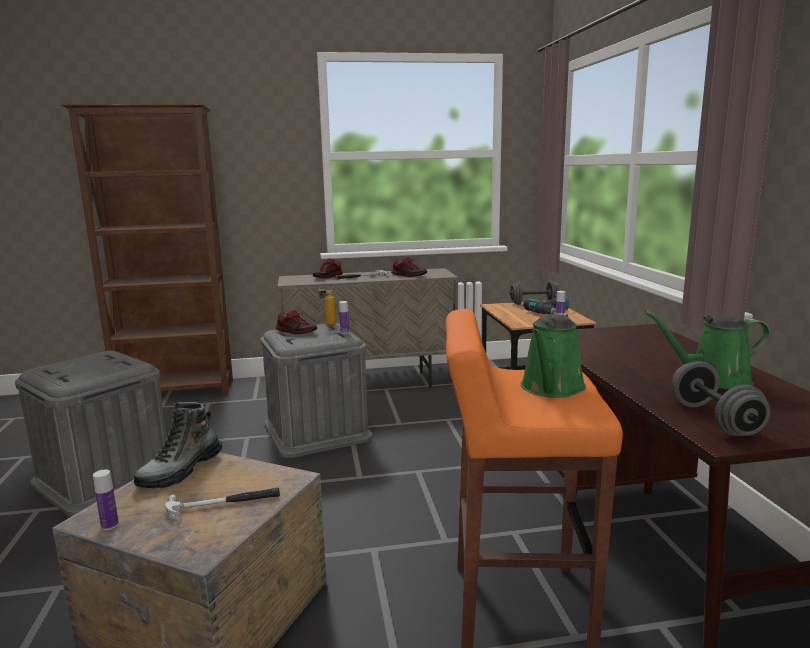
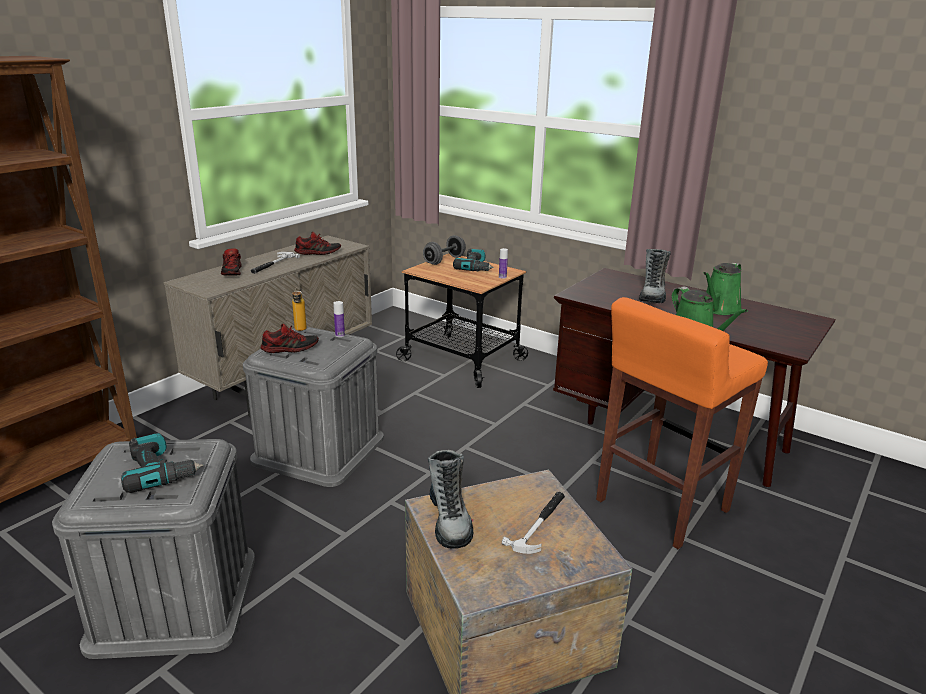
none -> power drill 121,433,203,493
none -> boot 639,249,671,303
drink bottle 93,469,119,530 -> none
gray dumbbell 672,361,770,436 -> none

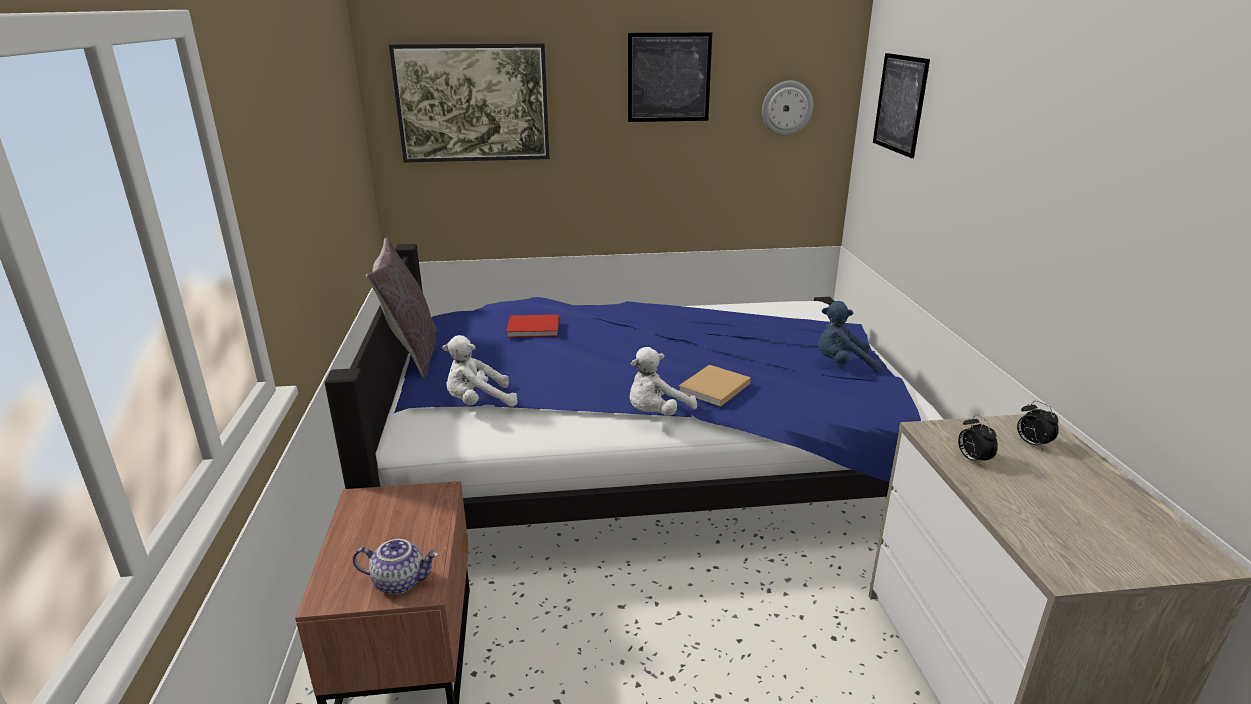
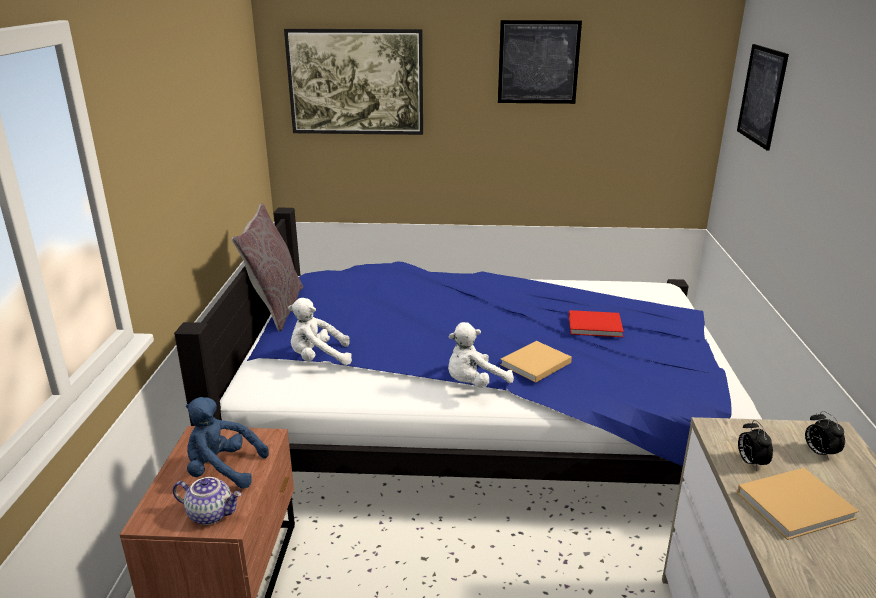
blue plush toy 818,301,882,372 -> blue plush toy 186,397,269,489, shifted
red-coloured bound book 506,315,559,337 -> red-coloured bound book 569,310,624,337, shifted
none -> sand-coloured bound book 737,468,859,540
clock on the wall 762,81,813,135 -> none

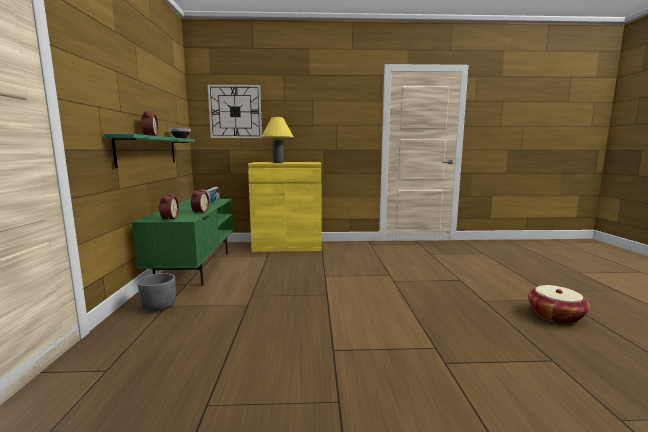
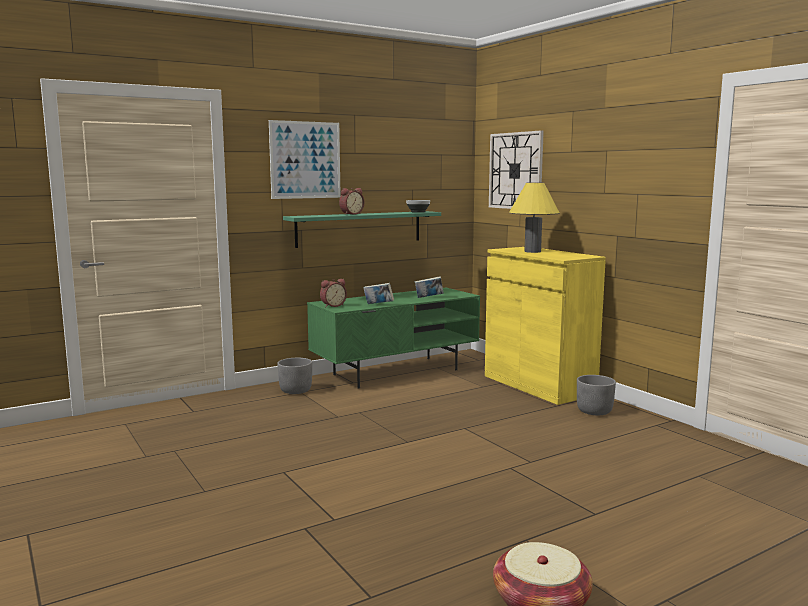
none -> picture 269,120,341,199
bedside clock 191,189,209,214 -> bound book 363,283,394,304
none -> gray plant pot 577,375,616,415

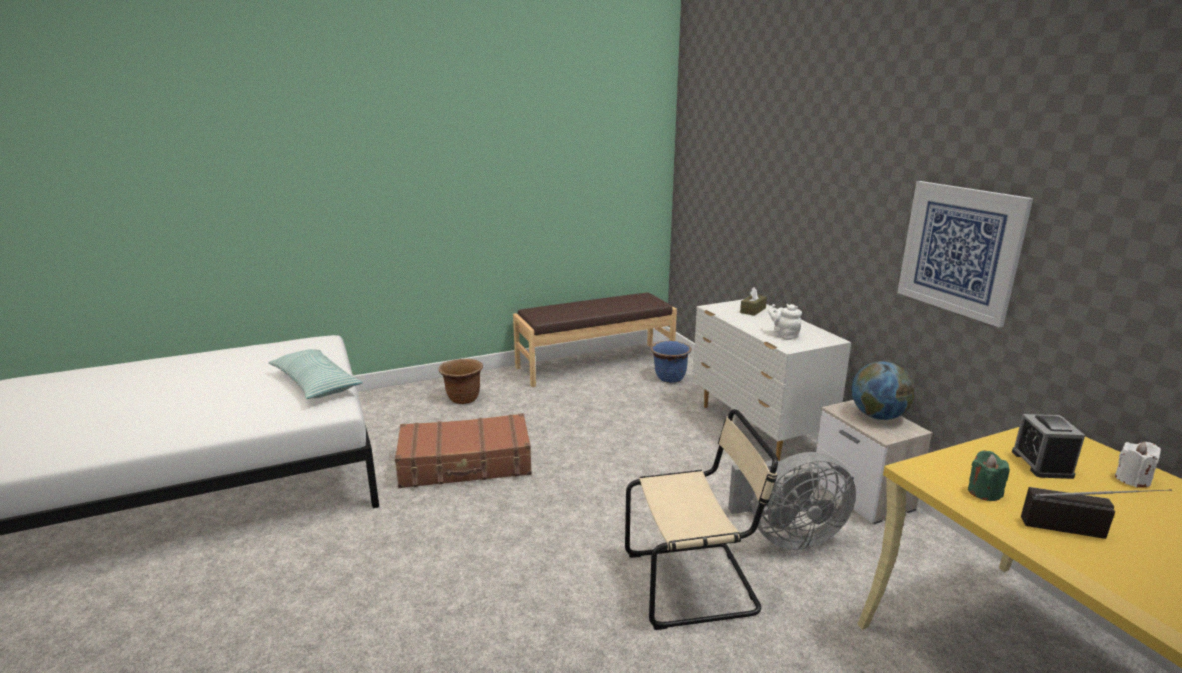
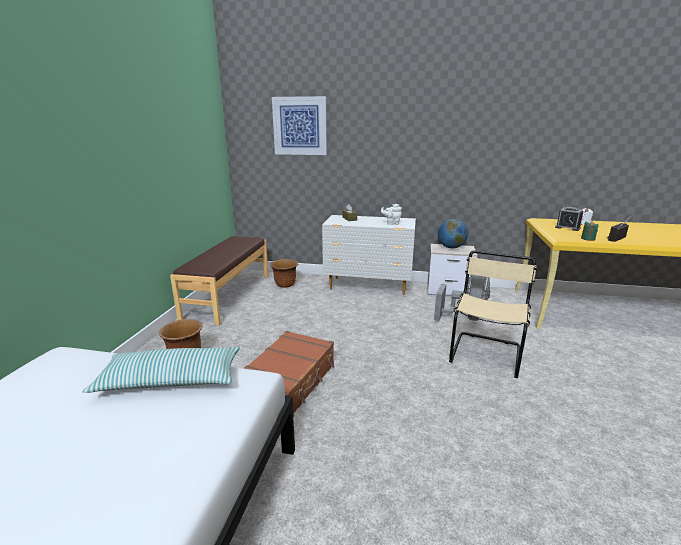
blue plant pot 651,341,692,383 -> brown-coloured plant pot 270,259,298,288
picture 897,181,1033,327 -> picture 272,96,327,155, shifted

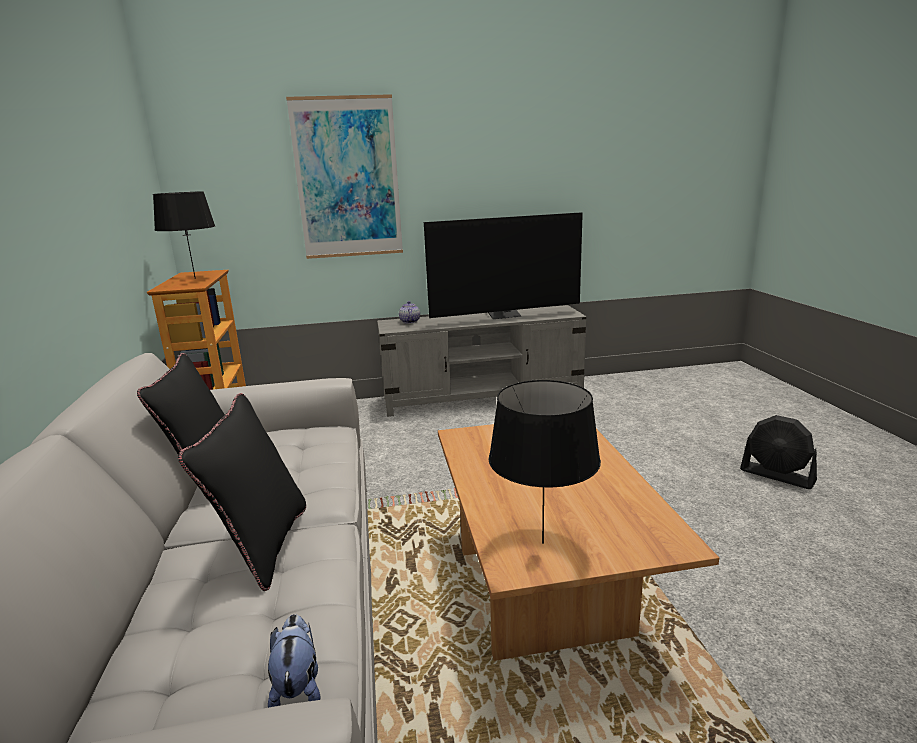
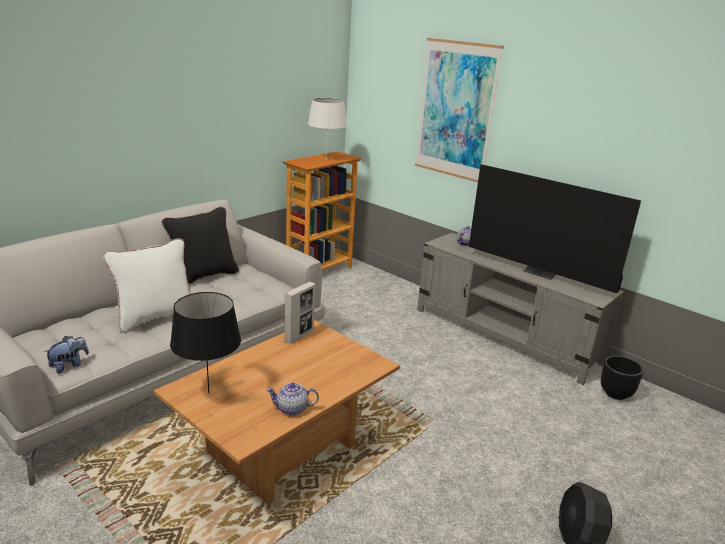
black-coloured throw pillow 178,393,306,591 -> white throw pillow 103,238,191,333
none -> pot for tea 266,382,319,415
none -> picture frame 284,282,315,344
black-coloured lamp for a table 153,191,215,279 -> white lamp for a table 308,98,347,155
none -> black-coloured plant pot 601,355,644,400

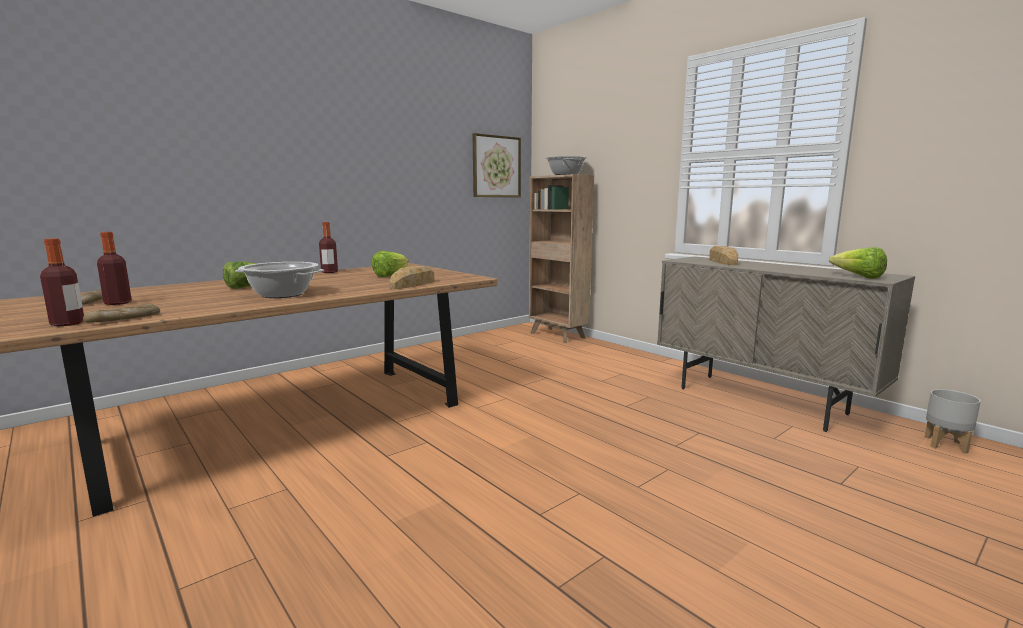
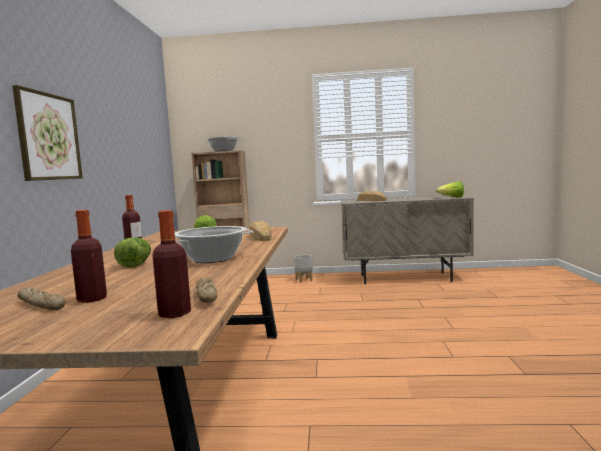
picture 472,133,521,197 -> picture 12,85,83,181, shifted
gray plant pot 925,389,981,454 -> gray plant pot 294,255,313,283, shifted

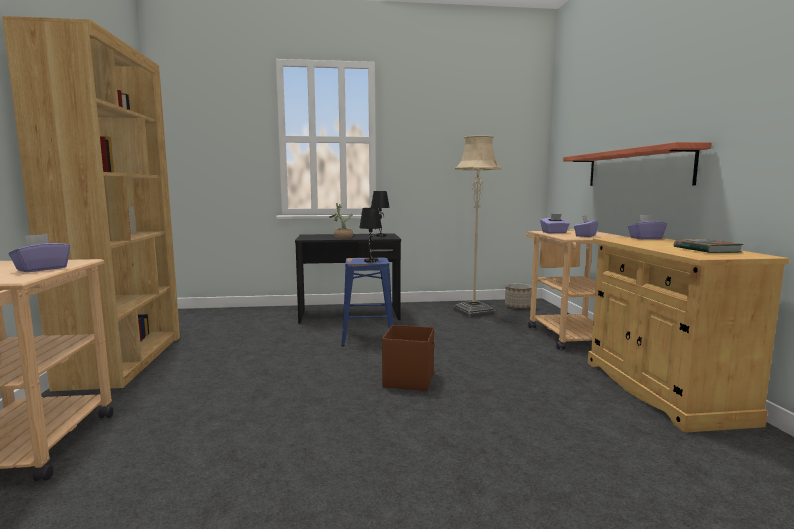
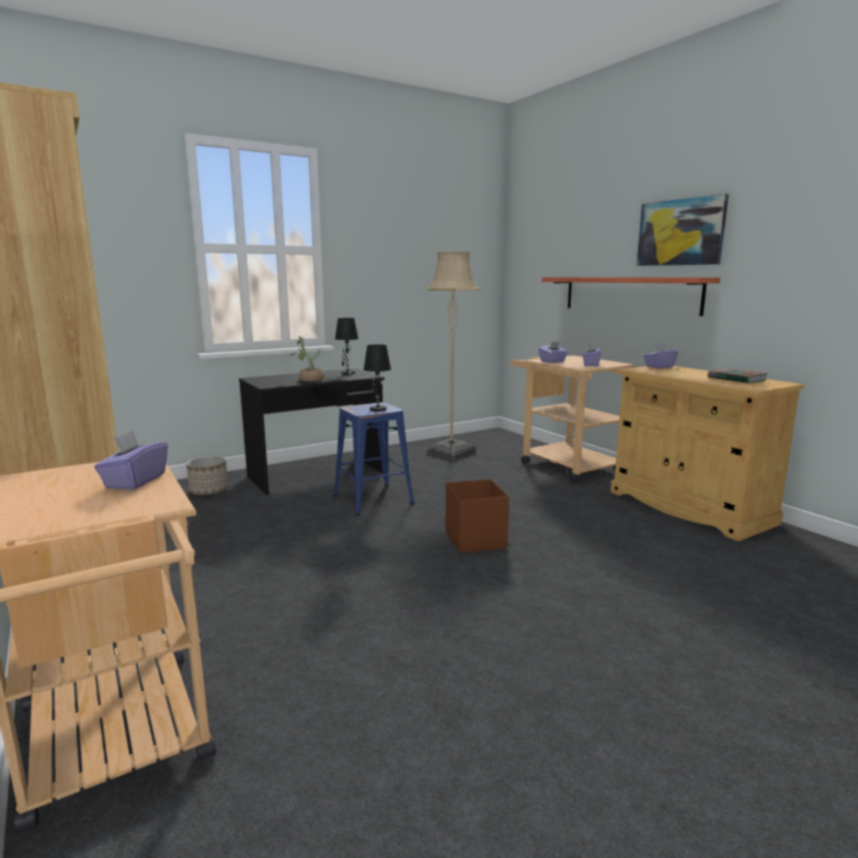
plant pot 505,283,532,309 -> plant pot 186,456,228,495, shifted
none -> picture 637,194,729,266

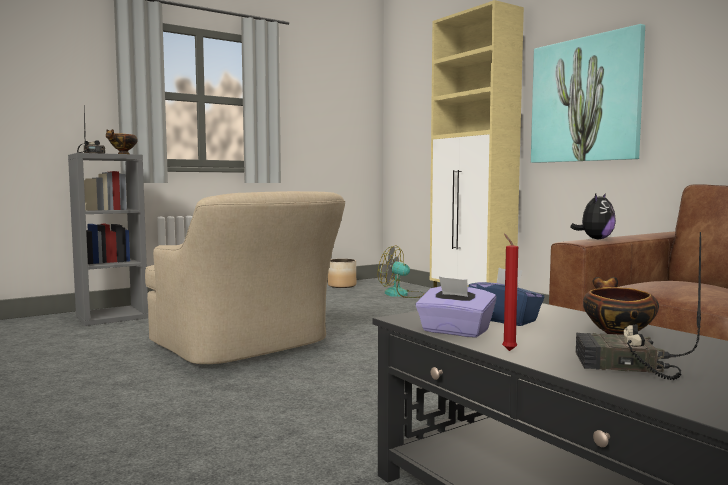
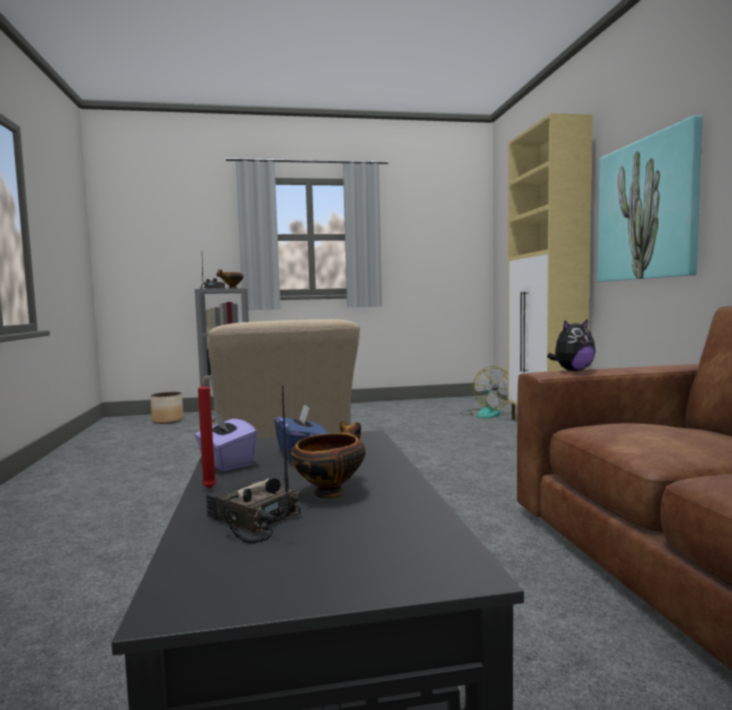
plant pot 328,259,356,288 -> plant pot 150,392,184,424, shifted
cooling fan 378,245,424,298 -> cooling fan 460,366,508,419, 150 degrees counterclockwise

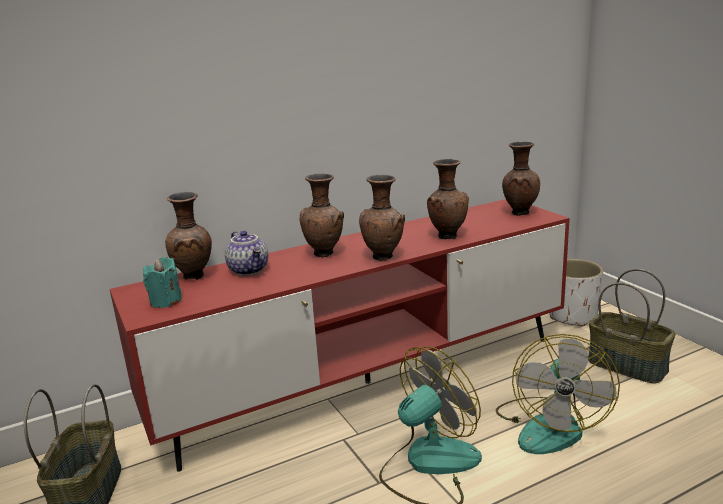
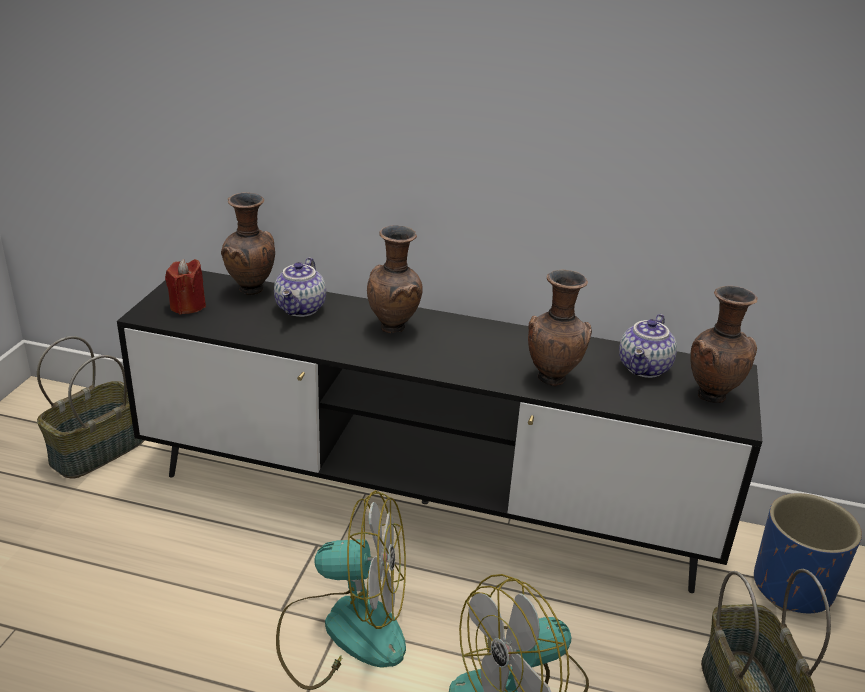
red-coloured media console 110,199,570,472 -> black-coloured media console 117,271,762,593
turquoise-coloured wax candle 143,257,182,308 -> red-coloured wax candle 165,259,206,314
none -> pot for tea 619,314,677,378
white plant pot 549,259,603,327 -> blue plant pot 754,493,862,613
brown-coloured flower vase 359,175,405,261 -> none

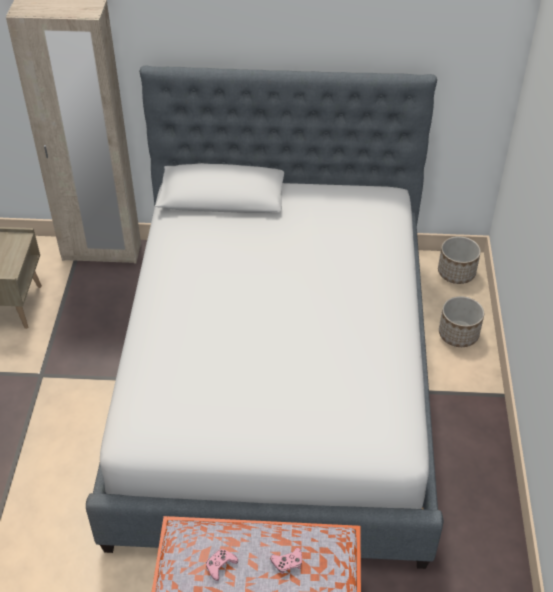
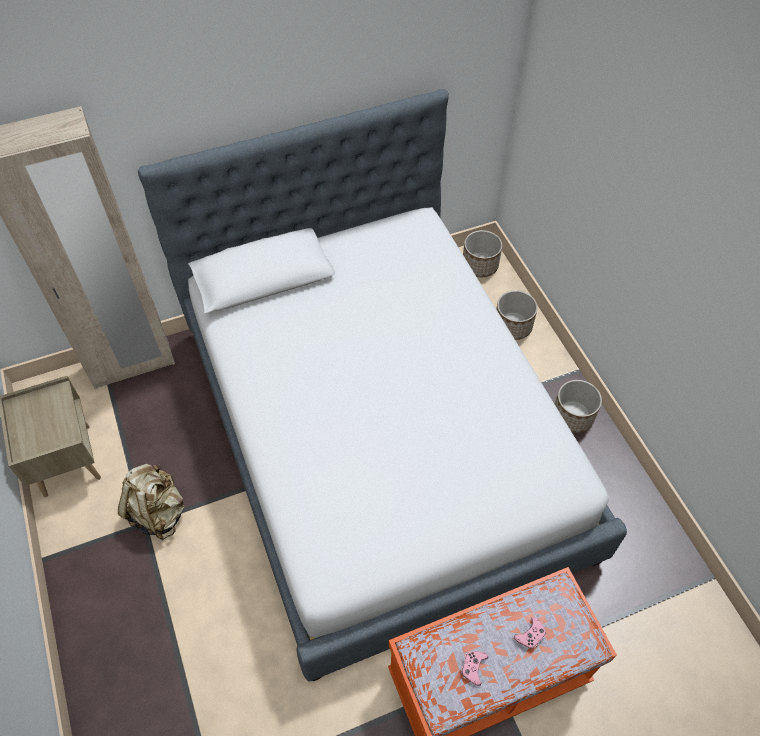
none -> sand-coloured backpack 118,464,185,540
none -> plant pot 555,380,602,433

